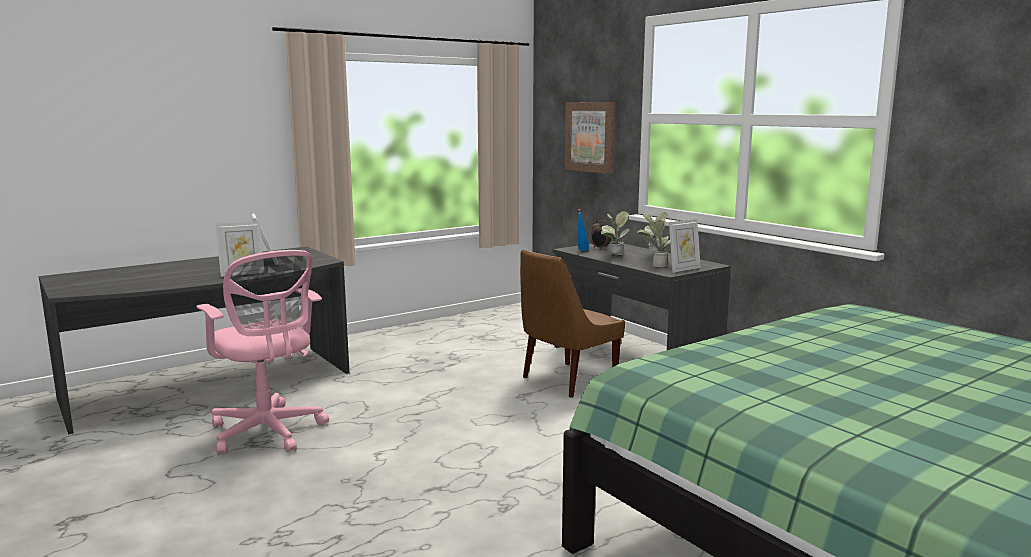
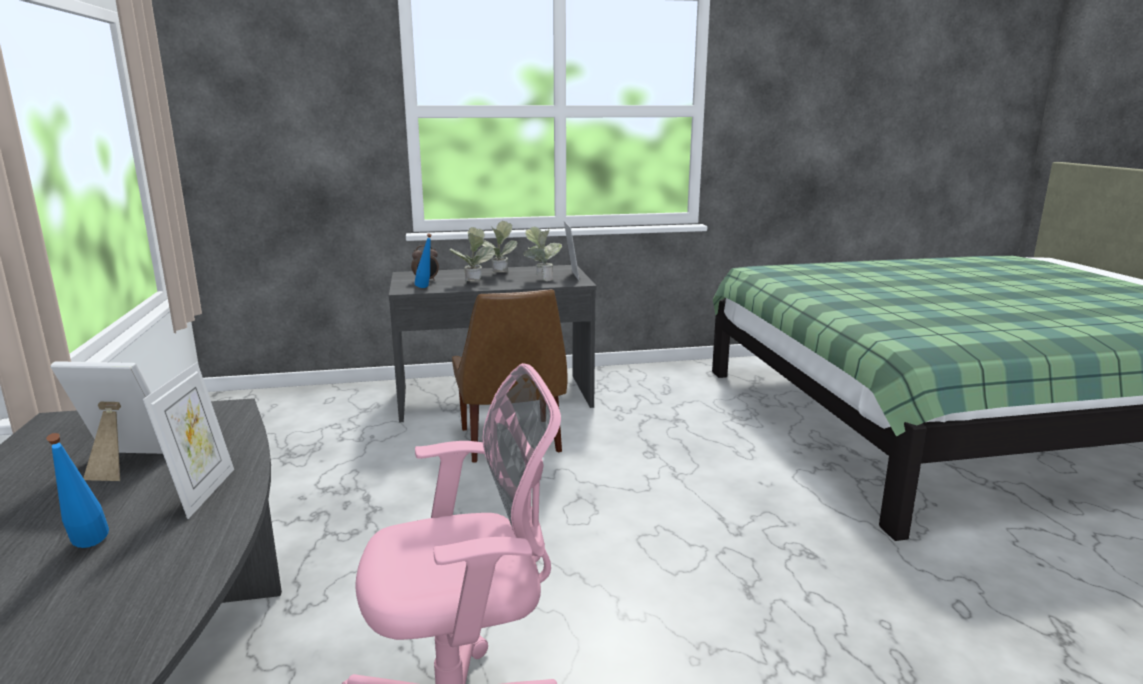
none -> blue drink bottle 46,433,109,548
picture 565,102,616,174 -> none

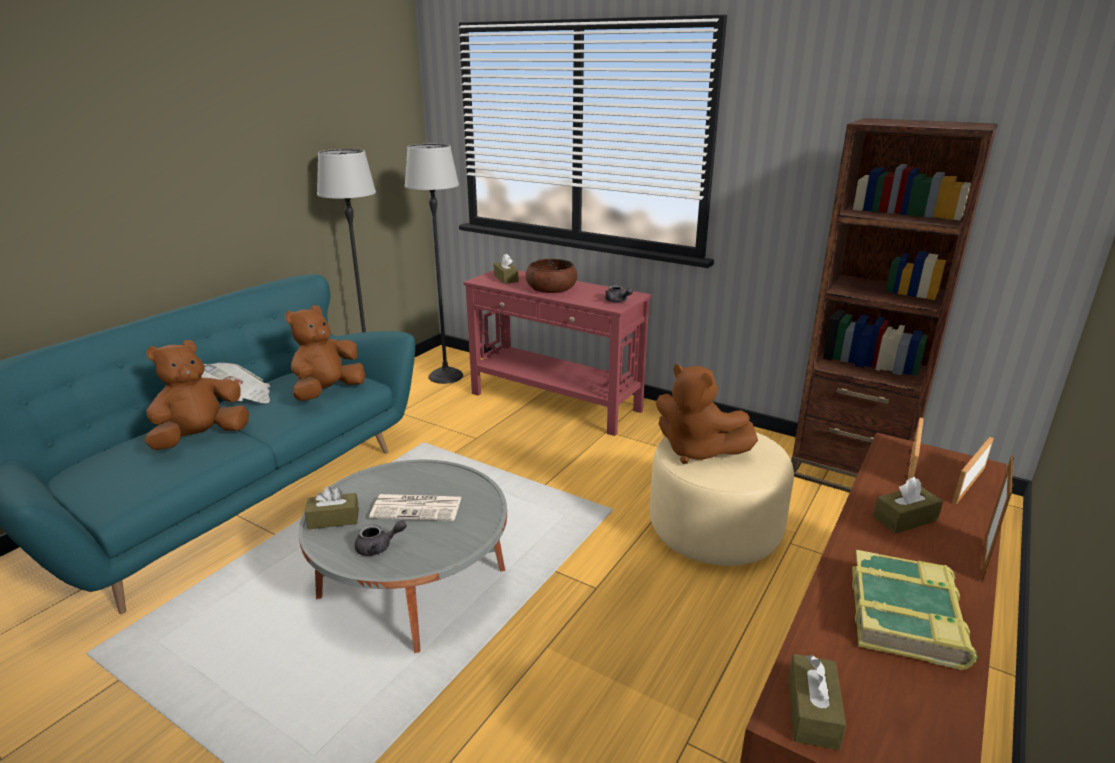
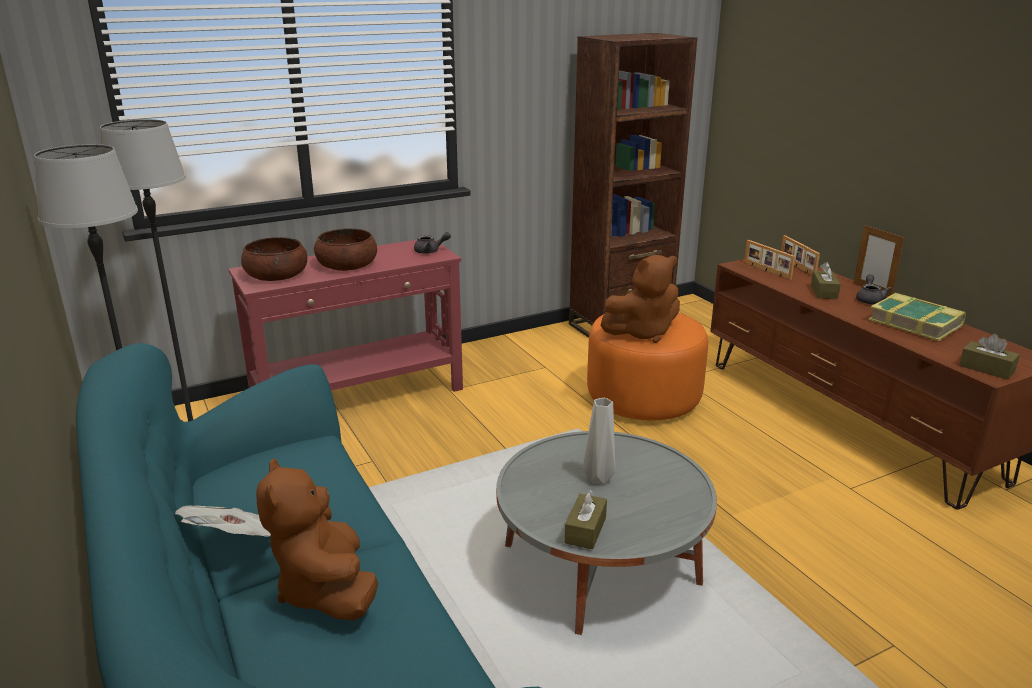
brown-coloured tissue holder 494,253,519,284 -> brown-coloured bowl 241,237,307,281
printed paper 369,494,462,521 -> gray flower vase 583,398,615,485
sand-coloured ottoman 650,432,794,566 -> orange-coloured ottoman 587,313,708,420
gray pot for tea 355,520,407,556 -> gray pot for tea 856,274,892,304, shifted
brown-coloured plush toy 285,305,365,401 -> none

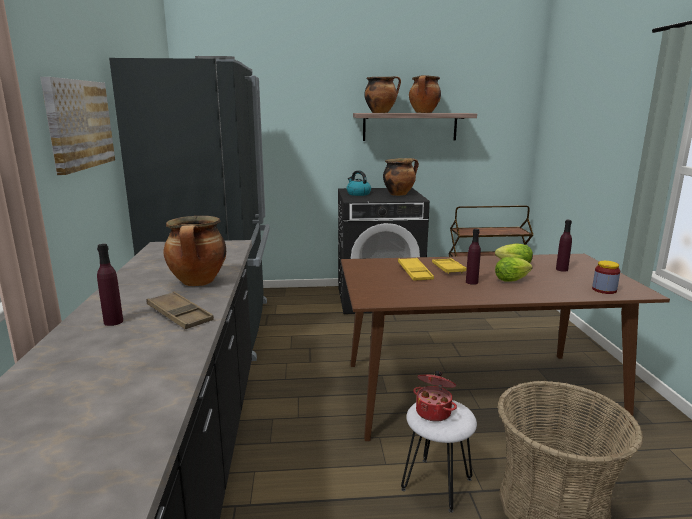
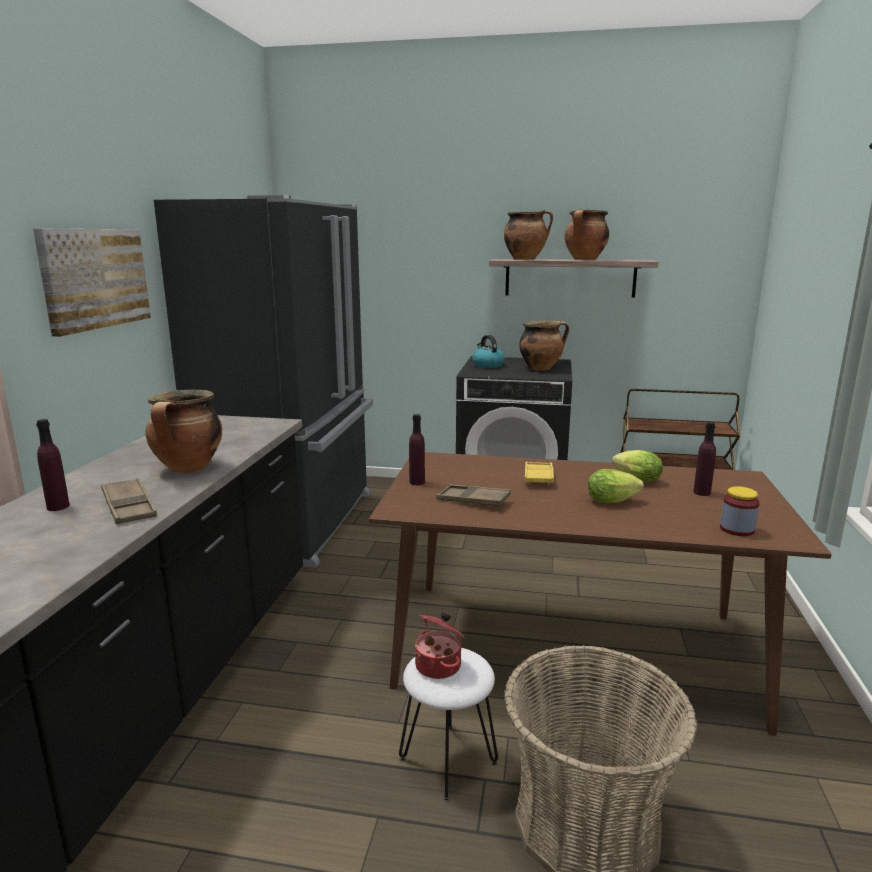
purplish drink bottle 466,229,481,285 -> purplish drink bottle 409,414,425,485, shifted
none -> brown-coloured carrying tray 436,485,511,507
yellow-coloured carrying tray 398,258,434,281 -> none

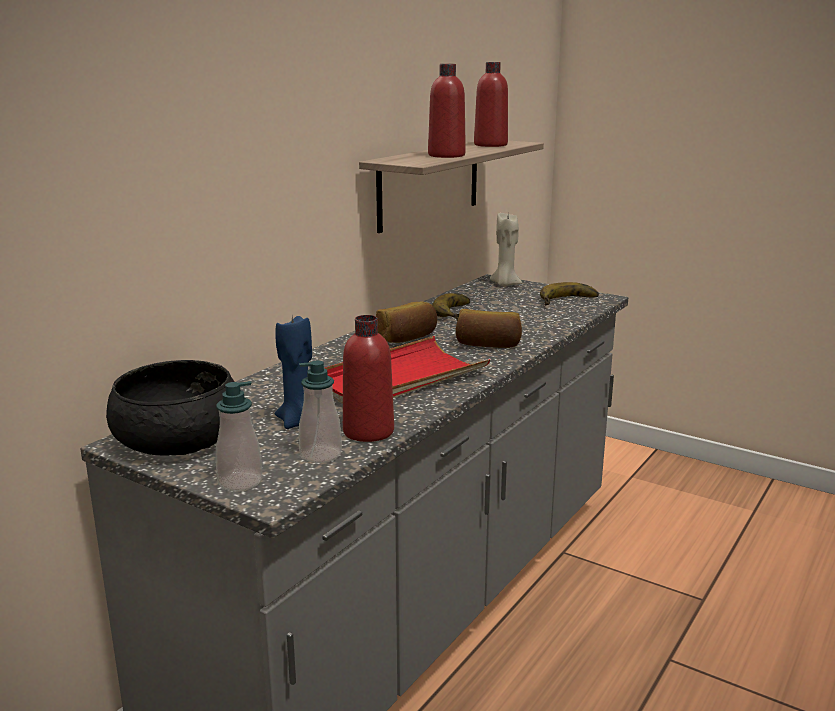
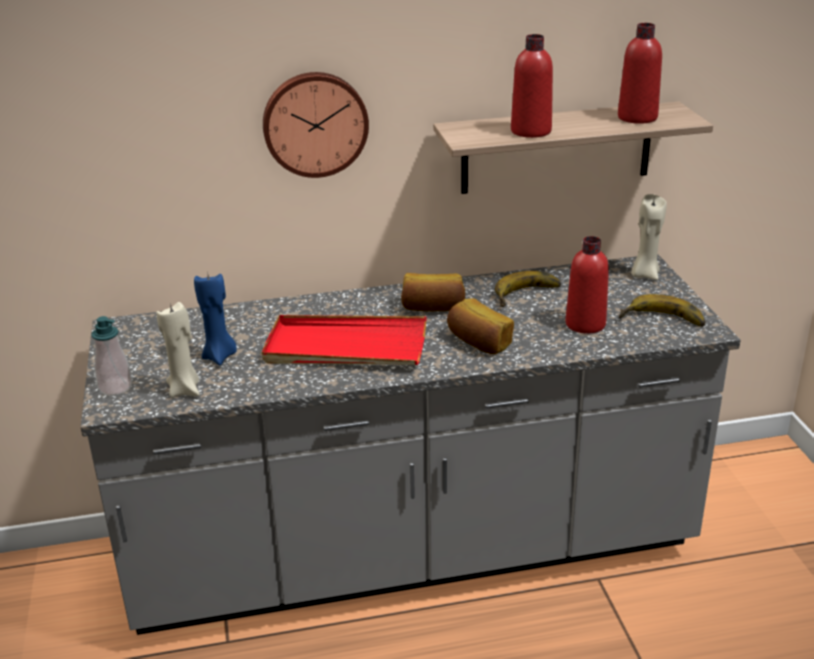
soap bottle 299,361,342,463 -> sand-coloured wax candle 156,302,200,398
none -> clock on the wall 263,72,369,178
red-coloured drink bottle 343,315,394,442 -> red-coloured drink bottle 565,236,609,334, shifted
black-coloured bowl 106,360,234,456 -> none

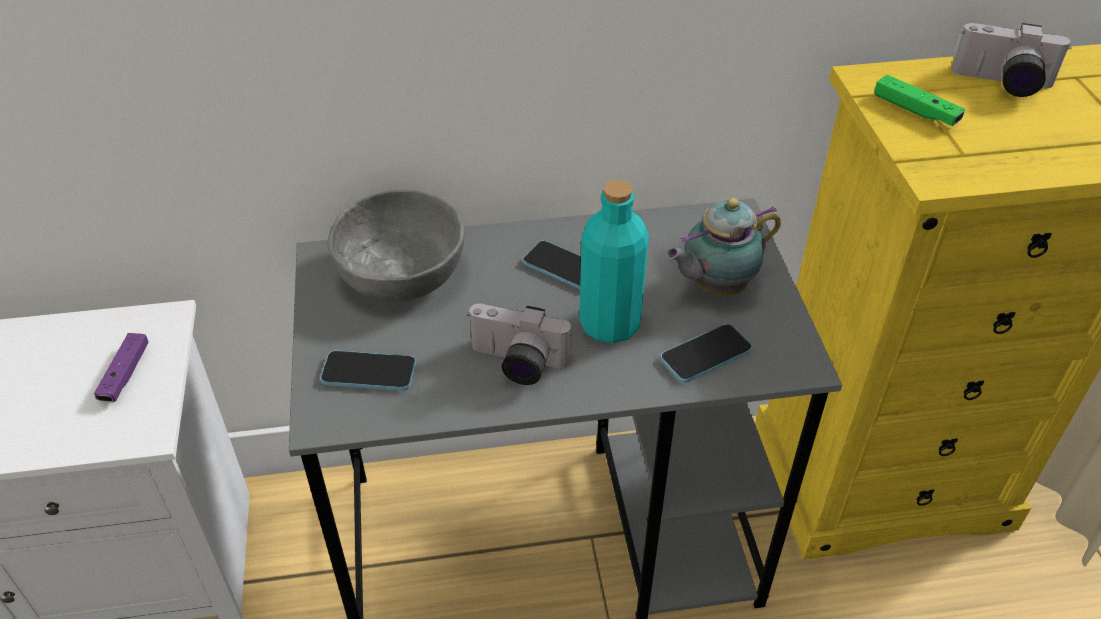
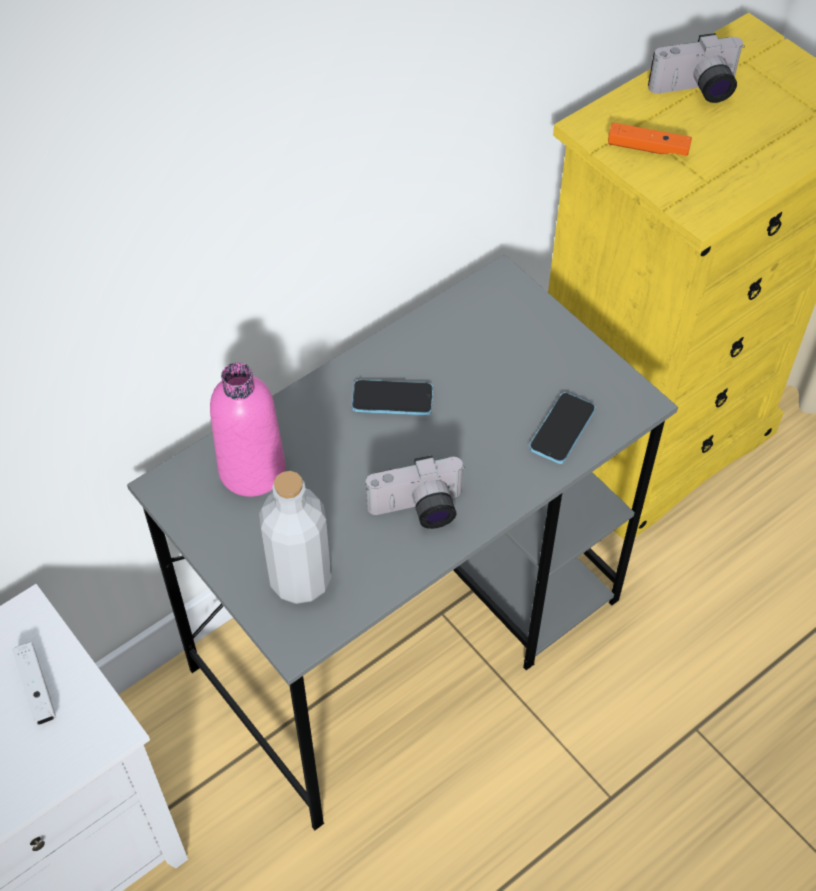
purplish joypad 94,333,149,402 -> white joypad 12,642,56,725
gray bowl 328,190,464,301 -> pink drink bottle 210,362,285,497
phone 320,350,416,391 -> gray drink bottle 259,471,331,604
greenish joypad 874,75,965,126 -> orange-coloured joypad 608,123,692,156
turquoise-coloured drink bottle 579,179,649,343 -> none
pot for tea 666,198,781,296 -> none

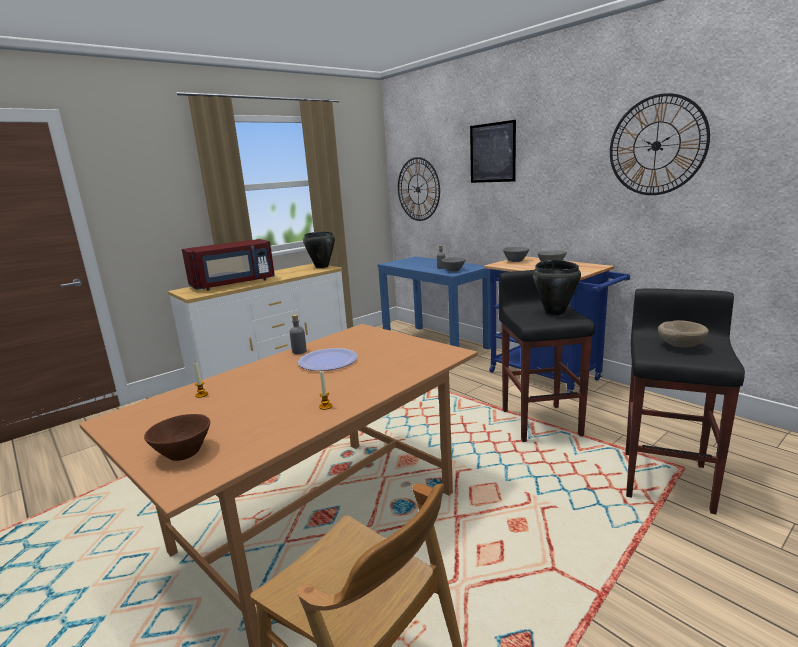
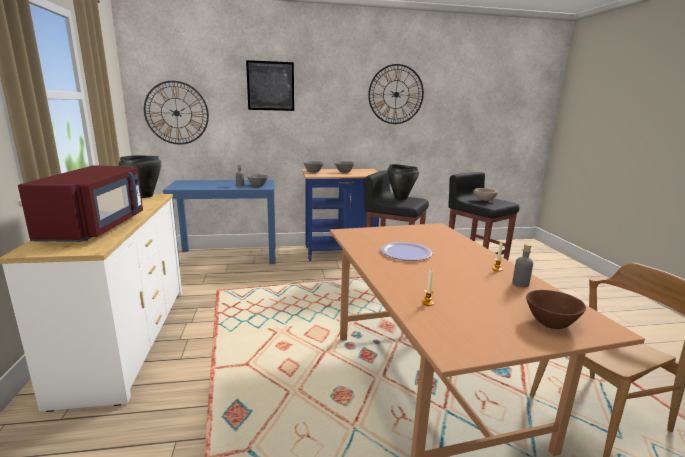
gray drink bottle 290,314,307,354 -> gray drink bottle 512,244,533,287, shifted

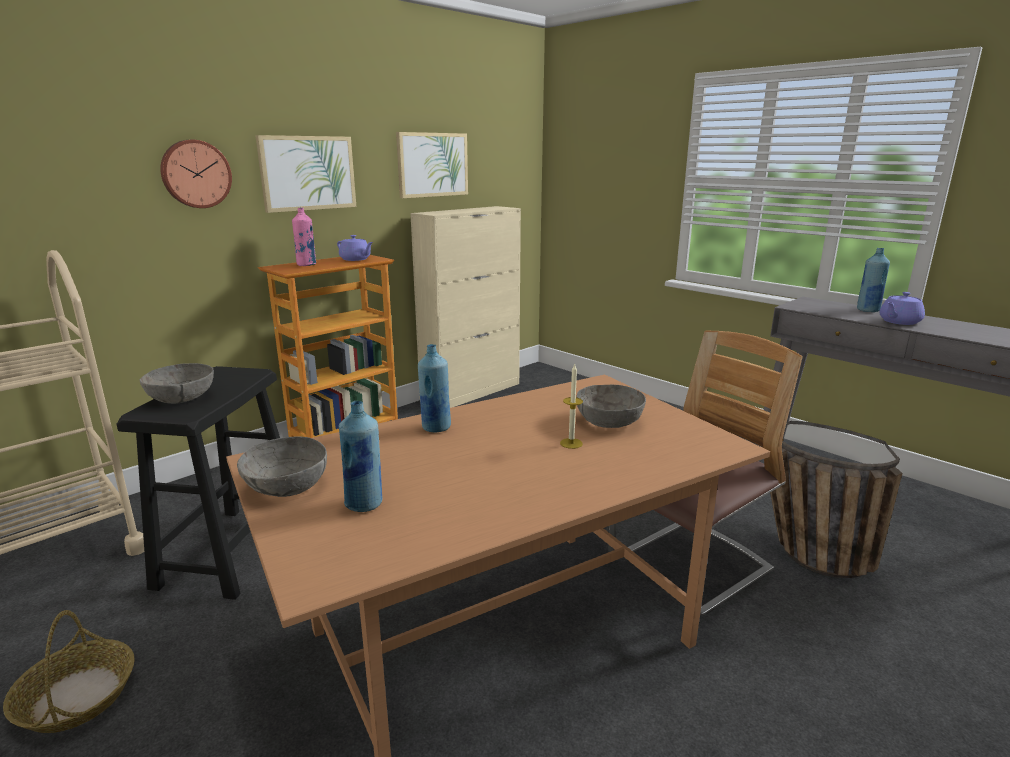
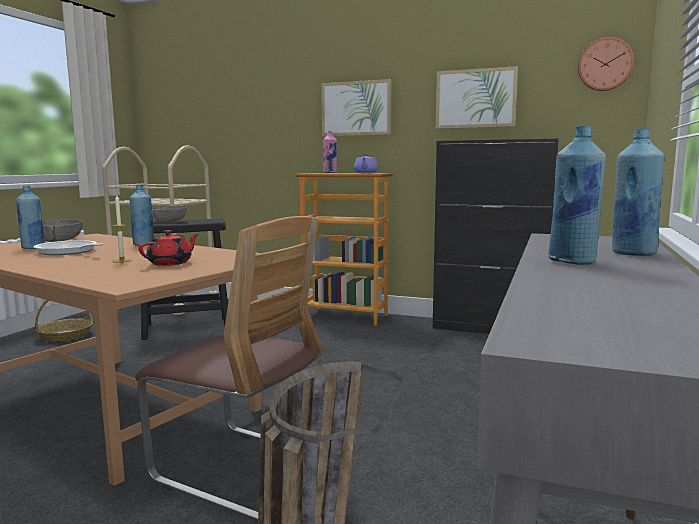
none -> skillet 33,240,103,255
gray bowl 577,385,646,428 -> red-coloured pot for tea 138,230,199,266
sand-coloured cabinet 410,206,521,408 -> black-coloured cabinet 433,138,559,334
purplish pot for tea 879,292,925,325 -> blue drink bottle 548,126,606,265
clock on the wall 160,140,232,208 -> clock on the wall 578,37,634,91, shifted

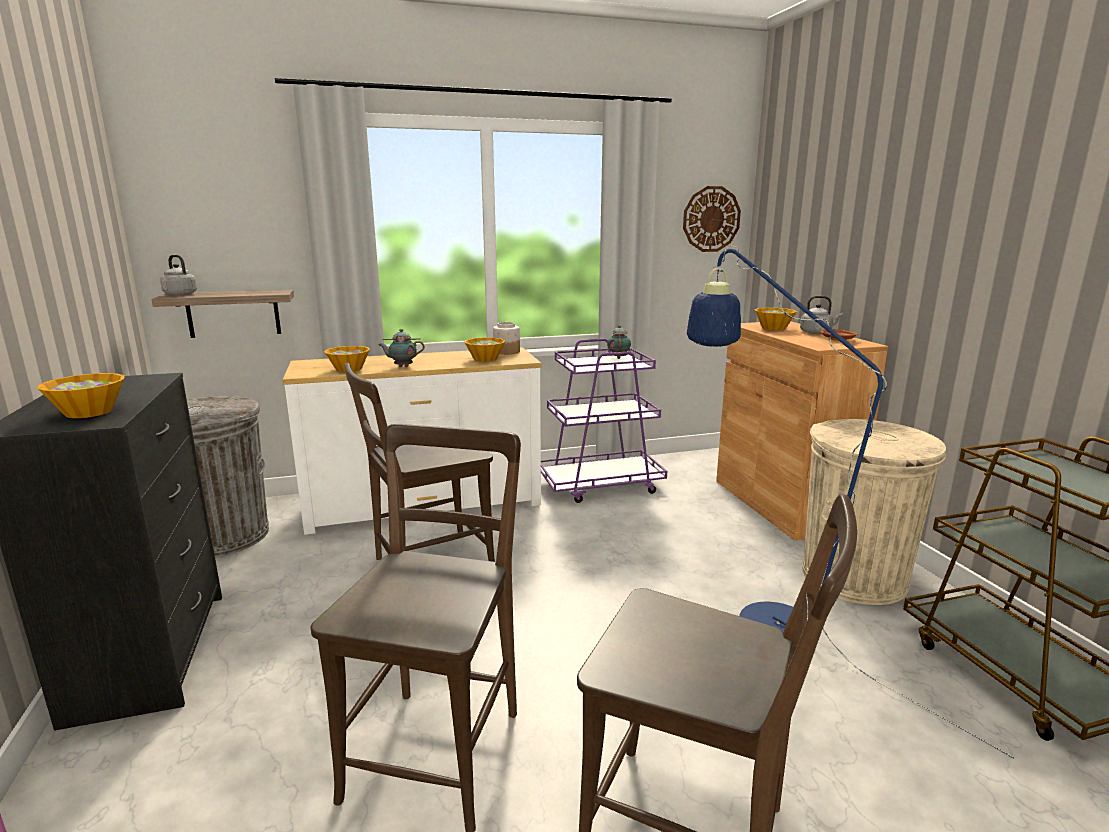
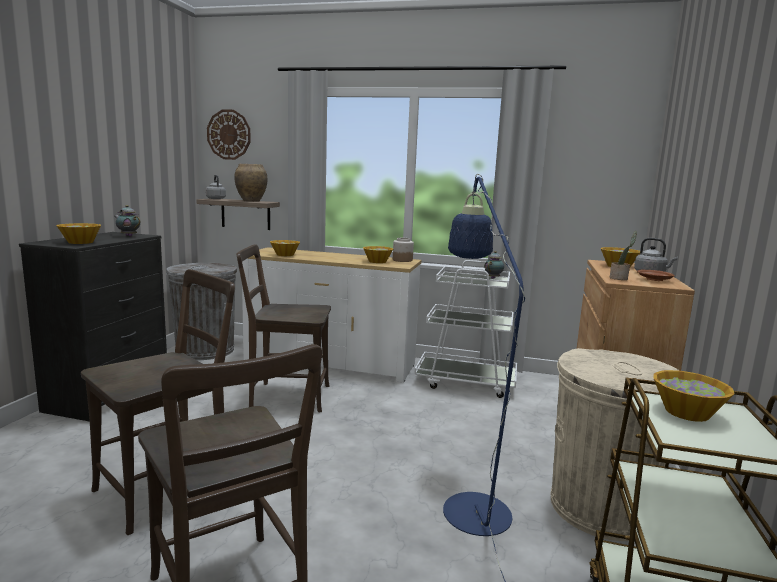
pot for tea 378,329,425,367 -> pot for tea 114,205,140,237, shifted
clock on the wall 683,186,741,252 -> clock on the wall 207,110,251,160, shifted
none -> brown-coloured flower vase 234,164,267,202
purplish cart 541,339,667,503 -> white cart 414,260,517,398
none -> potted plant 610,231,637,280
none -> bowl 653,370,735,422

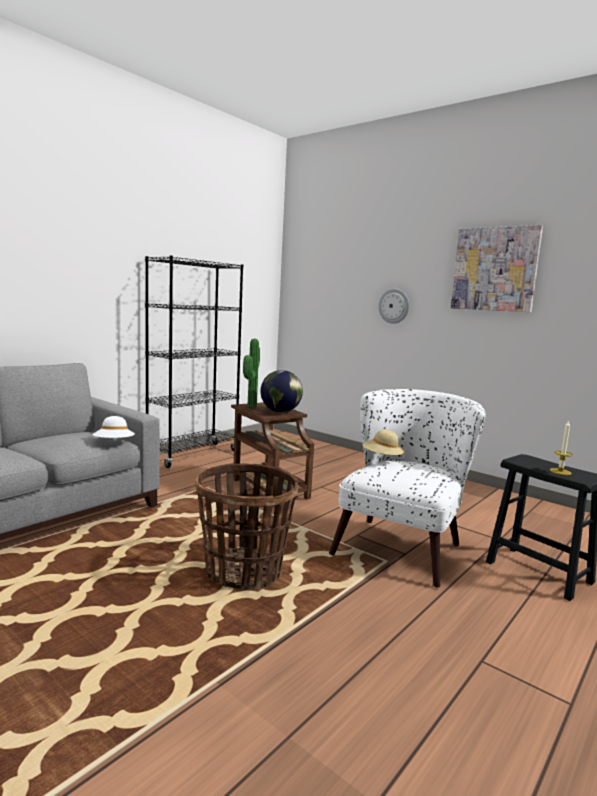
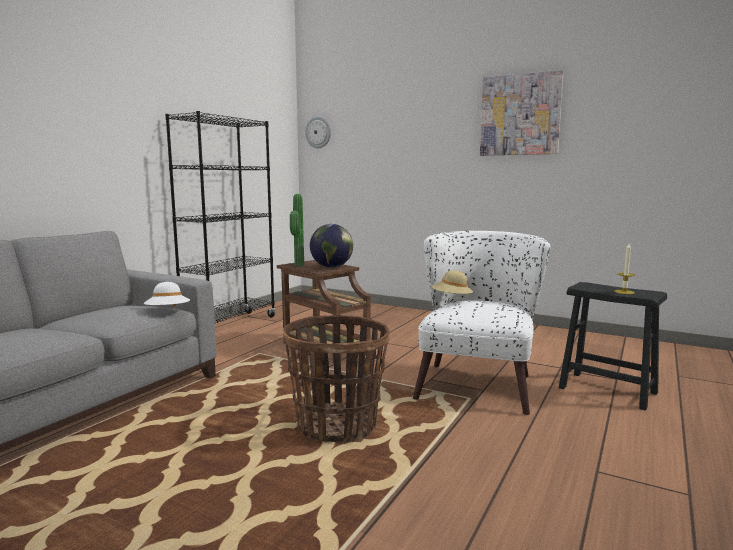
clock on the wall 378,288,409,324 -> clock on the wall 305,116,331,148, shifted

